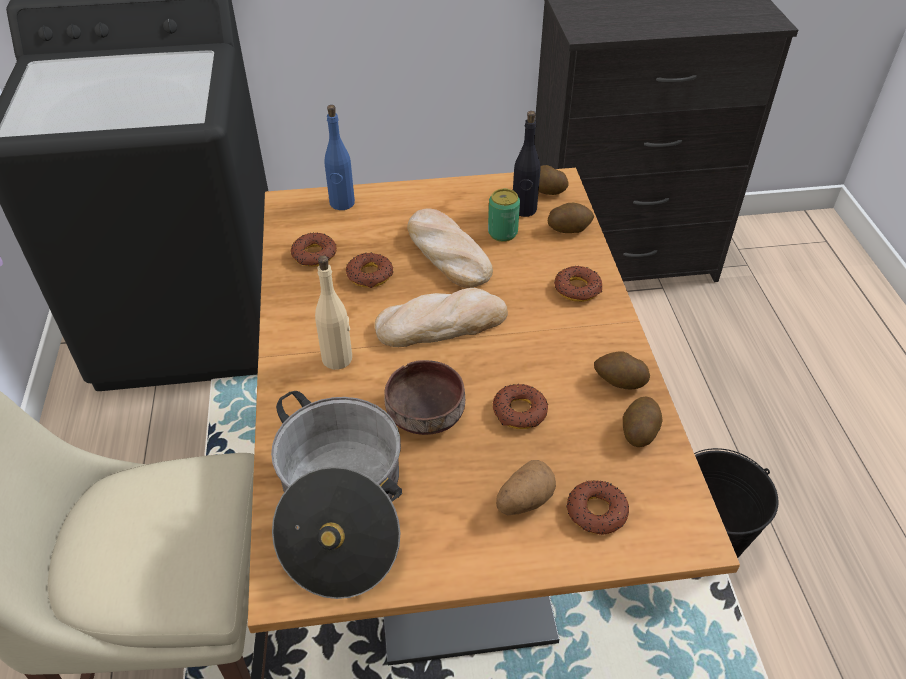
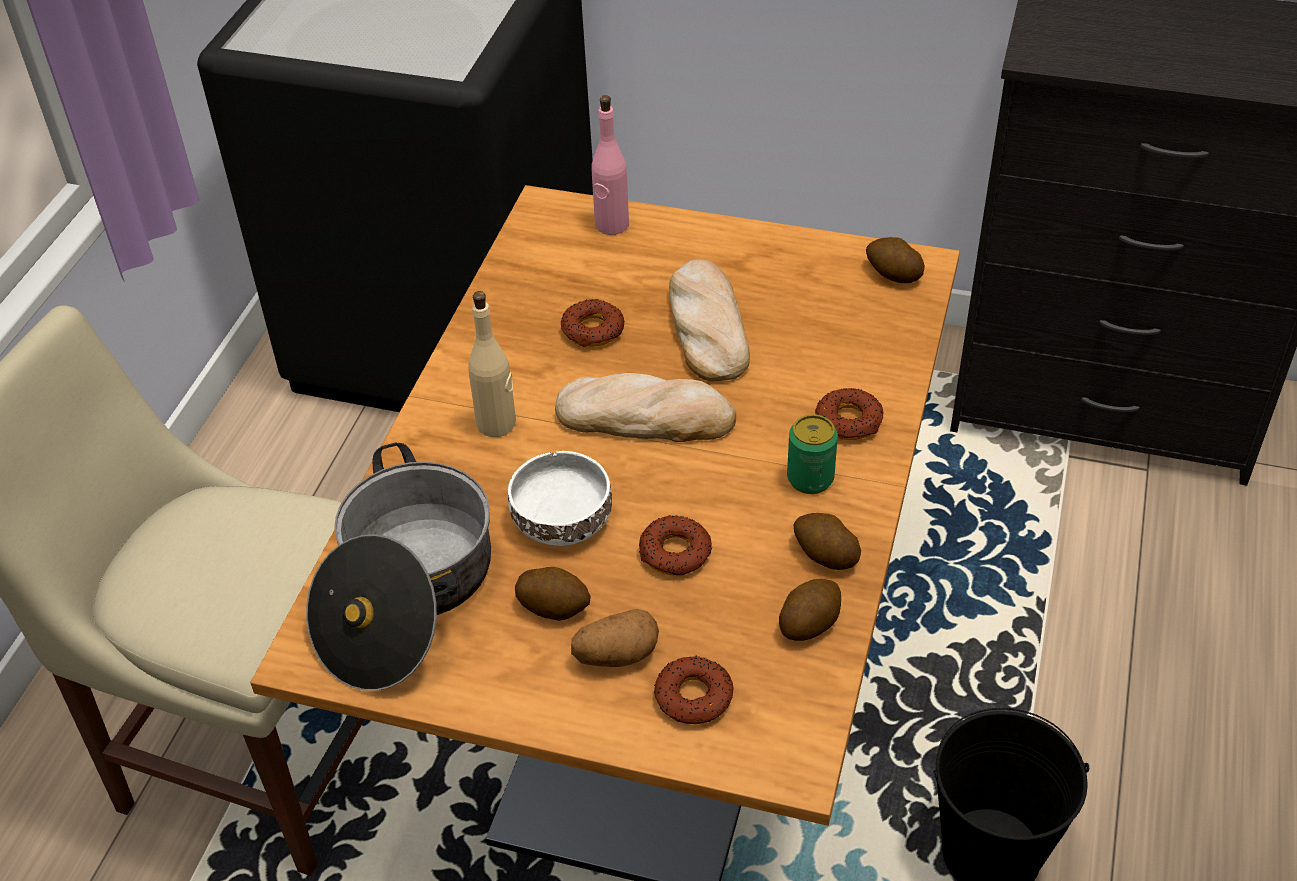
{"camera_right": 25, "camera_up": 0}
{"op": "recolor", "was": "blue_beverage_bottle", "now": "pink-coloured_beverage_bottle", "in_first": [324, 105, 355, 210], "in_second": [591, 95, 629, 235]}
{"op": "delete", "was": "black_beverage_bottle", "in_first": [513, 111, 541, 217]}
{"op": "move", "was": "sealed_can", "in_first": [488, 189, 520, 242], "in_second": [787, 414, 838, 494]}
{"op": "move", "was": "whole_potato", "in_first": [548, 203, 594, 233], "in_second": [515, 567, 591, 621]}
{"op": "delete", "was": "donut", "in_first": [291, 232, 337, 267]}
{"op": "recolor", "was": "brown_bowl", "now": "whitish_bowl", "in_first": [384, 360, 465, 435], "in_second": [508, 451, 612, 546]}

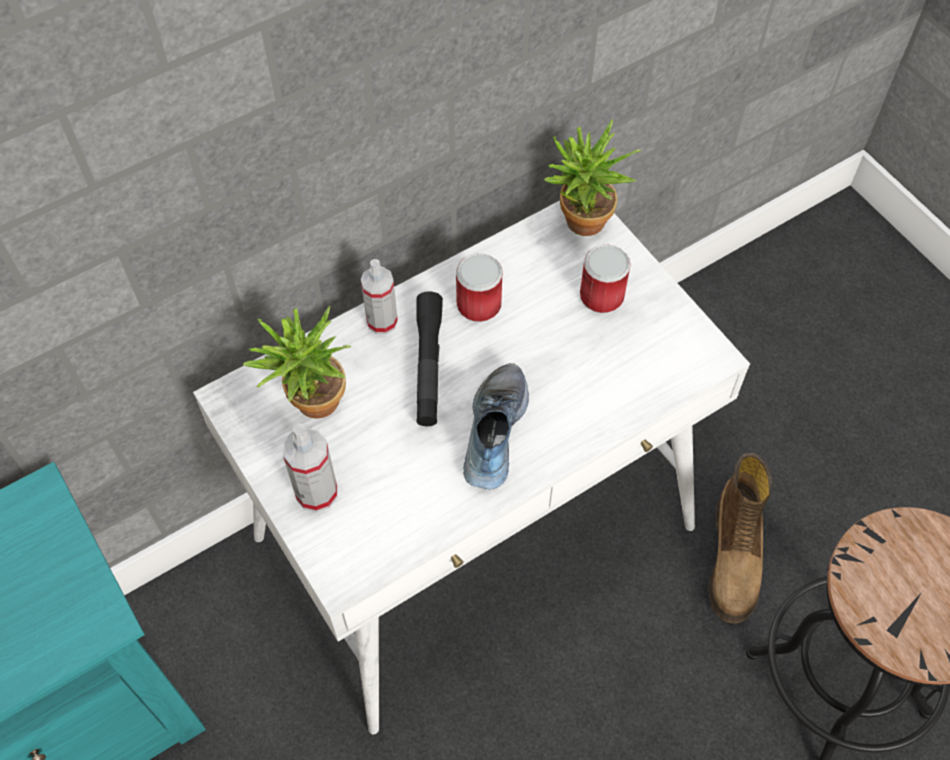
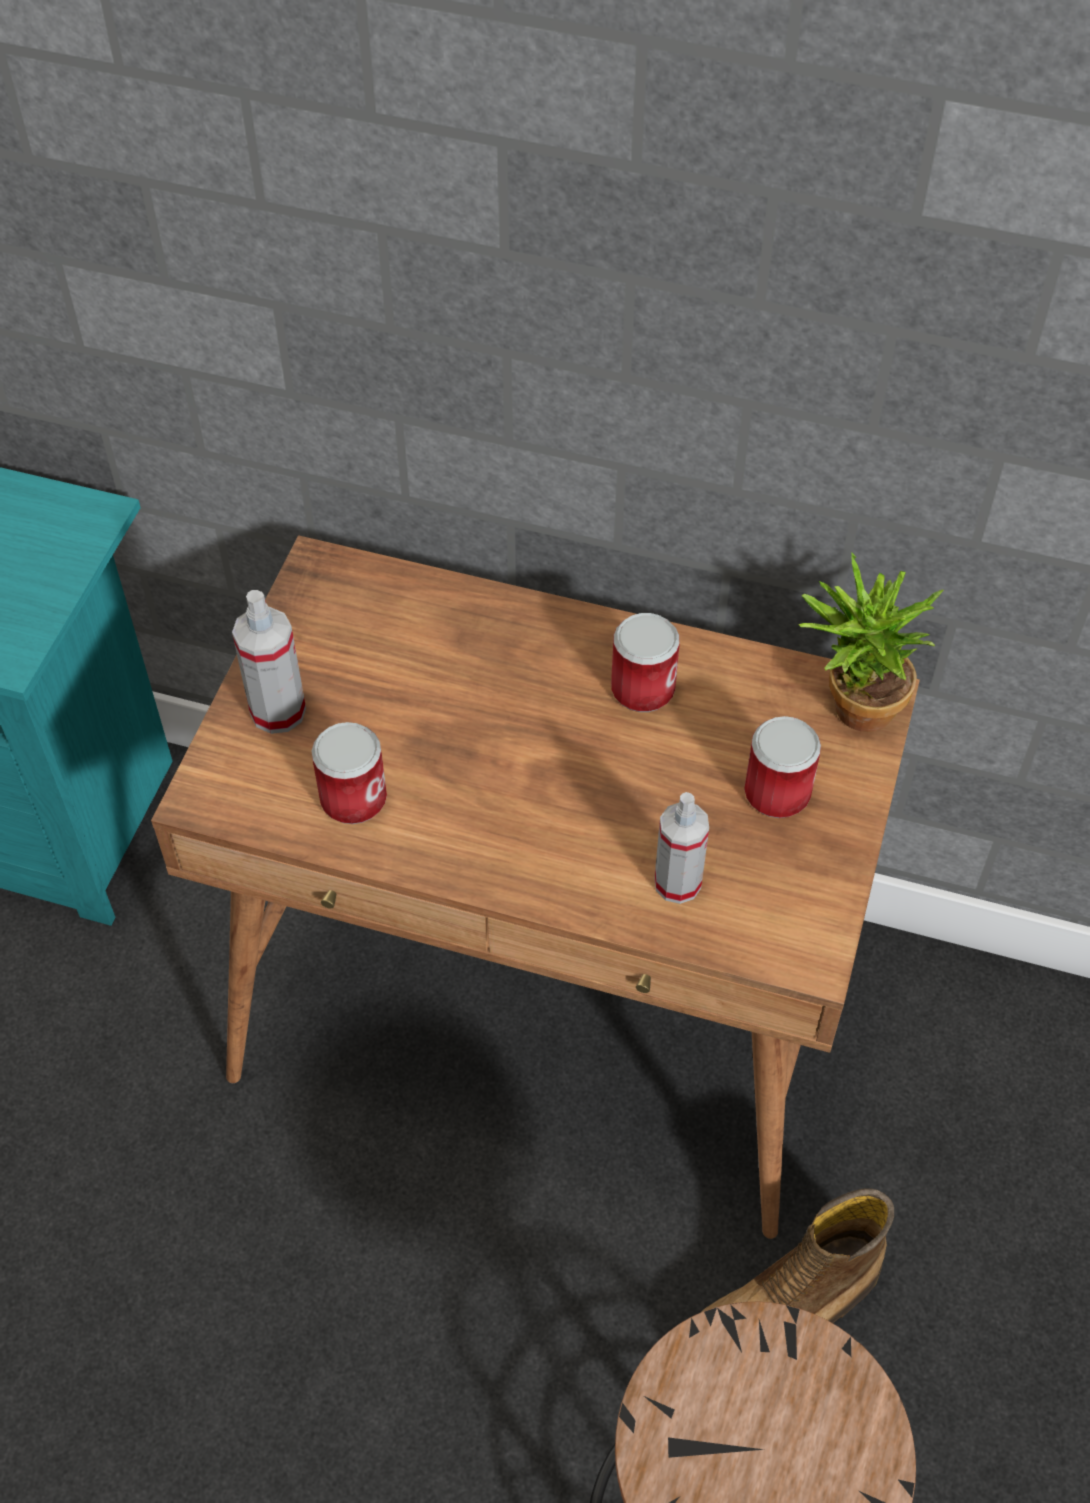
{"camera_right": 50, "camera_up": -5}
{"op": "recolor", "was": "whitish_desk_unit", "now": "brown_desk_unit", "in_first": [193, 201, 750, 734], "in_second": [151, 535, 920, 1239]}
{"op": "move", "was": "spray_bottle", "in_first": [361, 259, 398, 334], "in_second": [655, 792, 709, 904]}
{"op": "delete", "was": "black_flashlight", "in_first": [416, 291, 443, 426]}
{"op": "delete", "was": "houseplant", "in_first": [243, 306, 351, 418]}
{"op": "delete", "was": "item_of_footwear", "in_first": [463, 363, 529, 489]}
{"op": "insert", "now": "sealed_can", "in_second": [312, 722, 387, 824]}

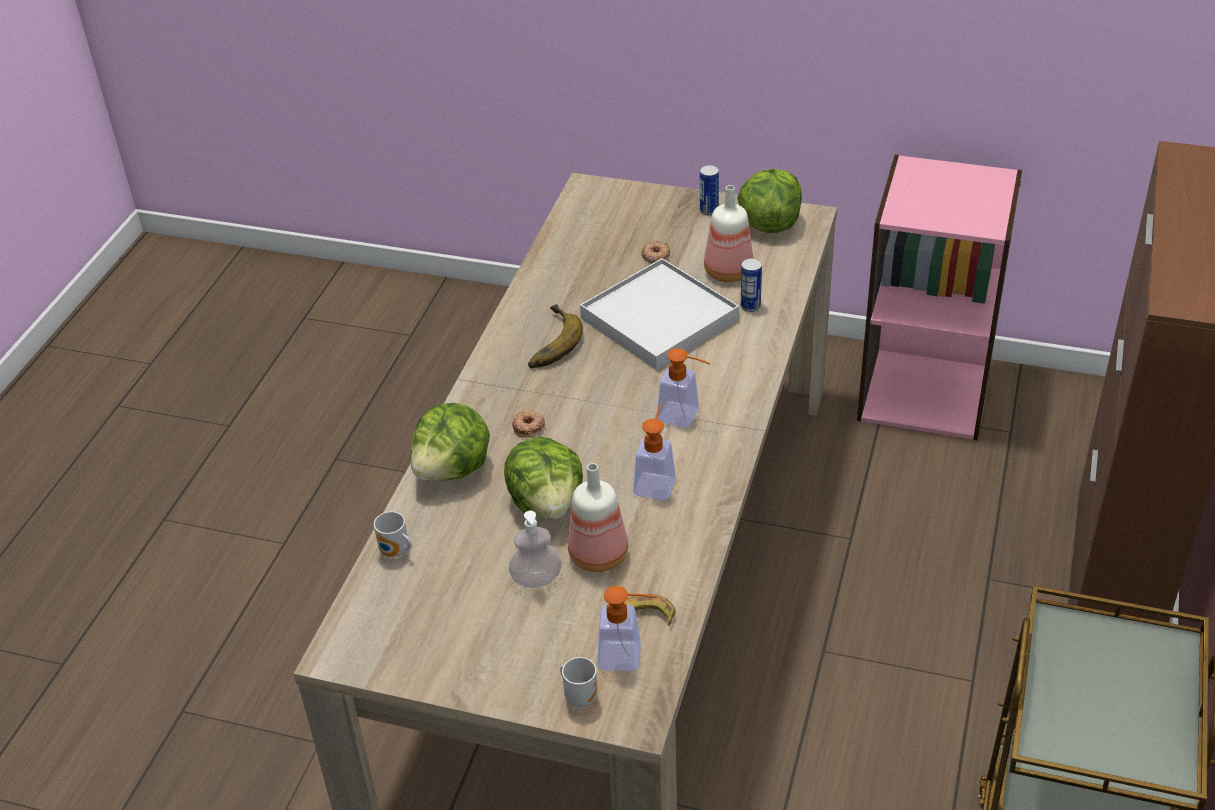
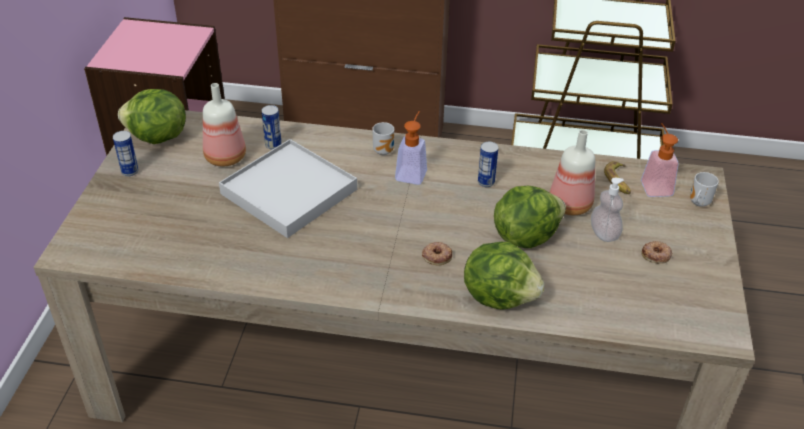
{"camera_right": -100, "camera_up": 0}
{"op": "move", "was": "donut", "in_first": [642, 241, 670, 263], "in_second": [641, 241, 672, 264]}
{"op": "delete", "was": "banana", "in_first": [528, 304, 583, 368]}
{"op": "replace", "was": "soap_dispenser", "now": "sealed_can", "in_first": [633, 403, 676, 500], "in_second": [478, 142, 499, 187]}
{"op": "move", "was": "coffee_mug", "in_first": [374, 511, 412, 557], "in_second": [372, 122, 394, 155]}

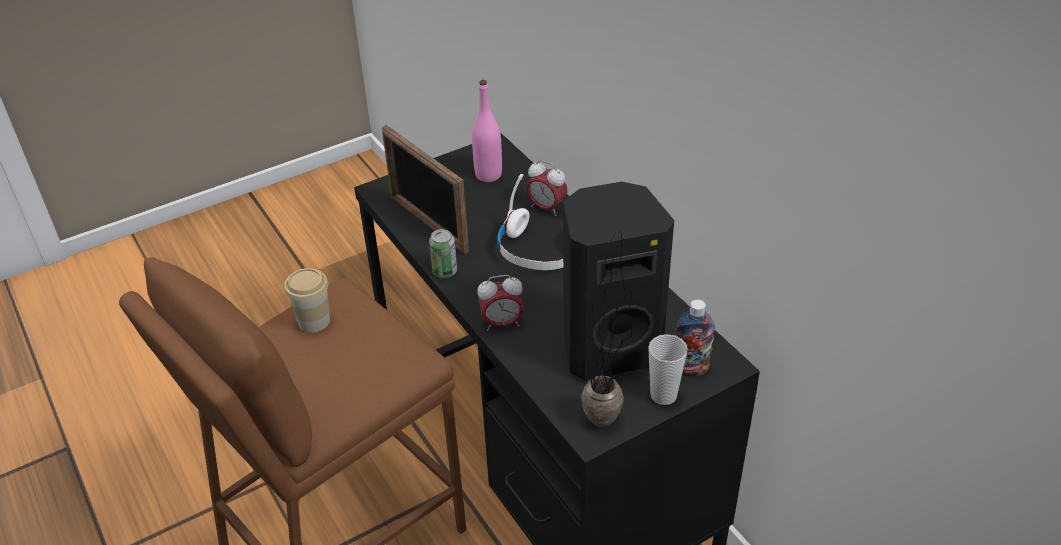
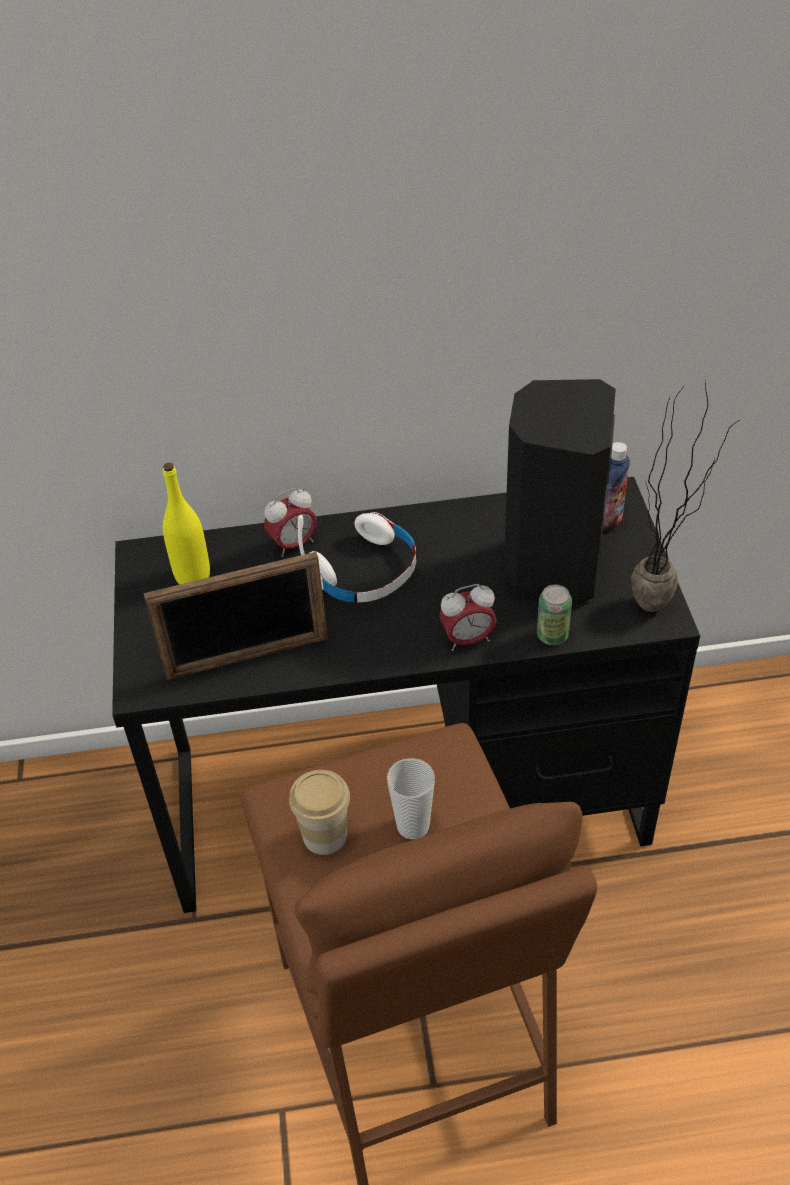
{"camera_right": -65, "camera_up": 5}
{"op": "recolor", "was": "pink-coloured_beverage_bottle", "now": "yellow-coloured_beverage_bottle", "in_first": [472, 80, 502, 182], "in_second": [163, 463, 210, 584]}
{"op": "move", "was": "sealed_can", "in_first": [429, 229, 457, 278], "in_second": [537, 585, 572, 645]}
{"op": "rotate", "was": "table_clock", "in_first": [477, 275, 524, 331], "in_second": [439, 584, 497, 651], "clockwise": 60}
{"op": "move", "was": "cup", "in_first": [648, 334, 688, 405], "in_second": [387, 758, 435, 840]}

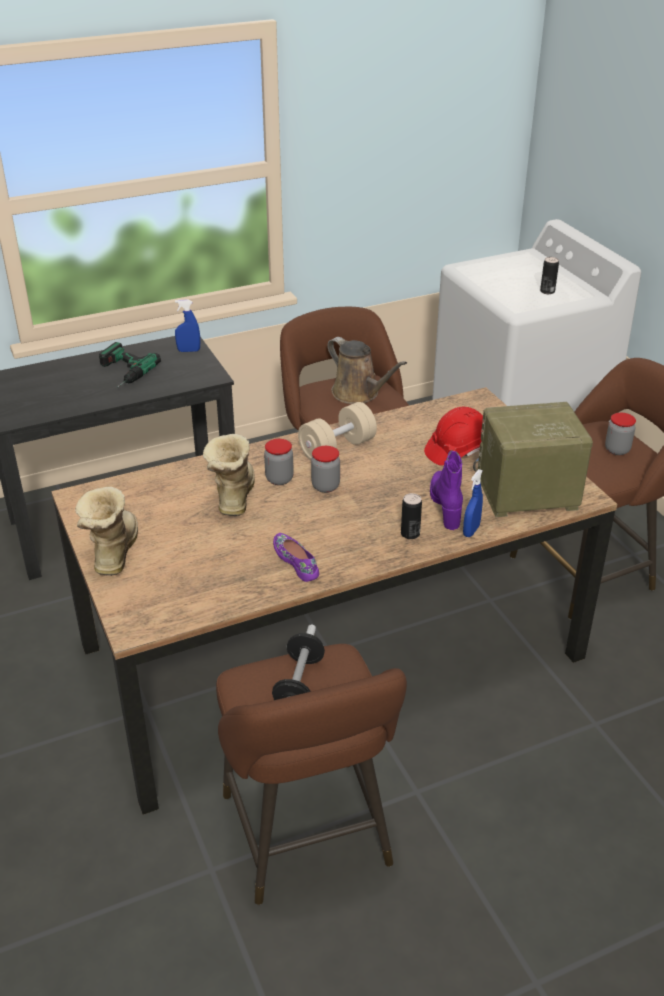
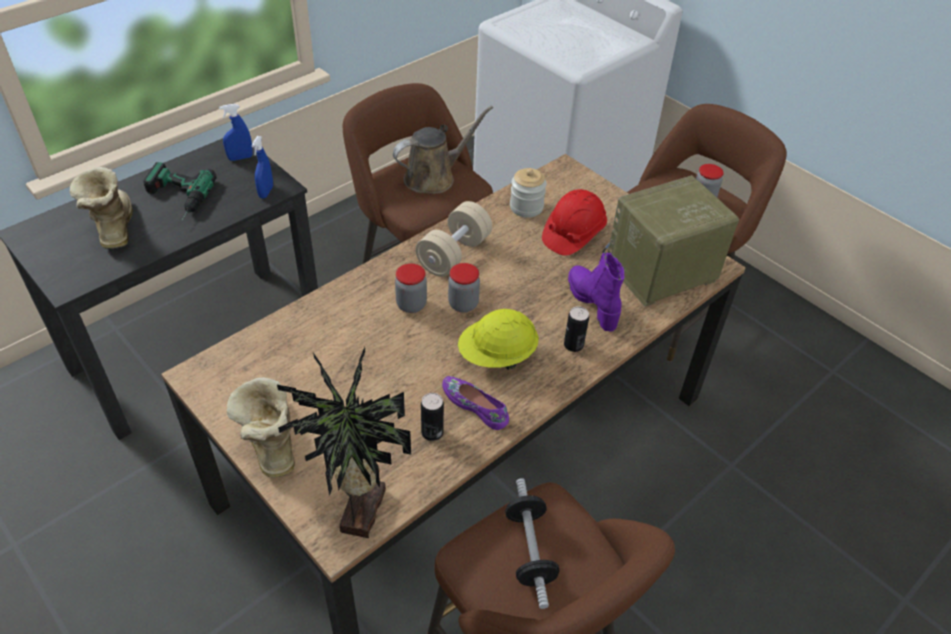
{"camera_right": -20, "camera_up": 10}
{"op": "move", "was": "sealed_can", "in_first": [540, 257, 559, 294], "in_second": [421, 393, 444, 441]}
{"op": "rotate", "was": "brown_sprinkling_can", "in_first": [327, 337, 407, 404], "in_second": [393, 106, 493, 194], "clockwise": -60}
{"op": "move", "was": "tall_boot", "in_first": [203, 434, 255, 516], "in_second": [70, 167, 133, 249]}
{"op": "move", "was": "blue_spray_bottle", "in_first": [463, 469, 483, 537], "in_second": [251, 136, 273, 198]}
{"op": "insert", "now": "jar", "in_second": [510, 168, 546, 218]}
{"op": "insert", "now": "yellow-coloured_hard_hat", "in_second": [458, 309, 539, 370]}
{"op": "insert", "now": "houseplant", "in_second": [277, 347, 411, 538]}

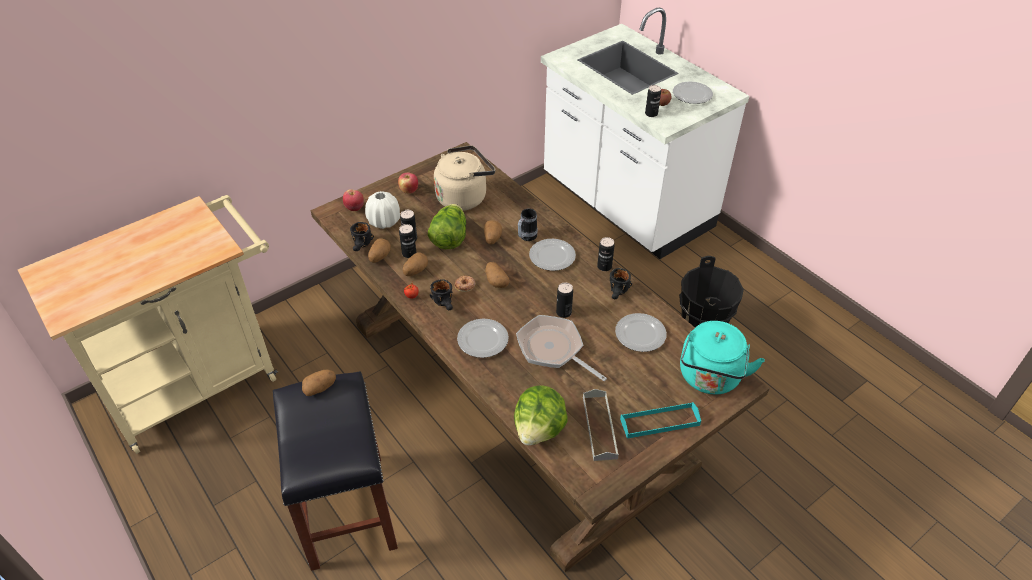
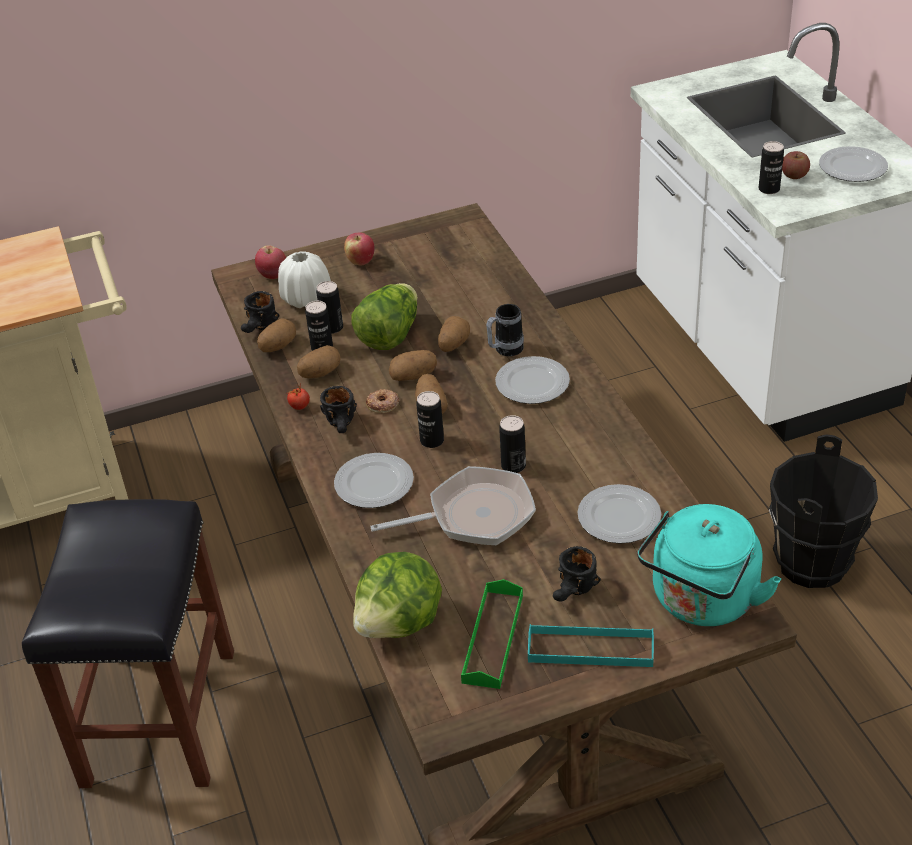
{"camera_right": 20, "camera_up": -5}
{"op": "delete", "was": "sand-coloured_kettle", "in_first": [434, 145, 495, 211]}
{"op": "move", "was": "sealed_can", "in_first": [597, 237, 615, 271], "in_second": [416, 391, 444, 448]}
{"op": "move", "was": "black_coffee_mug", "in_first": [610, 268, 632, 299], "in_second": [553, 546, 601, 601]}
{"op": "rotate", "was": "frying_pan", "in_first": [516, 315, 607, 381], "in_second": [370, 466, 536, 545], "clockwise": 105}
{"op": "move", "was": "whole_potato", "in_first": [302, 370, 336, 396], "in_second": [389, 350, 437, 381]}
{"op": "recolor", "was": "gray_tray", "now": "green_tray", "in_first": [583, 389, 619, 461], "in_second": [461, 579, 523, 689]}

